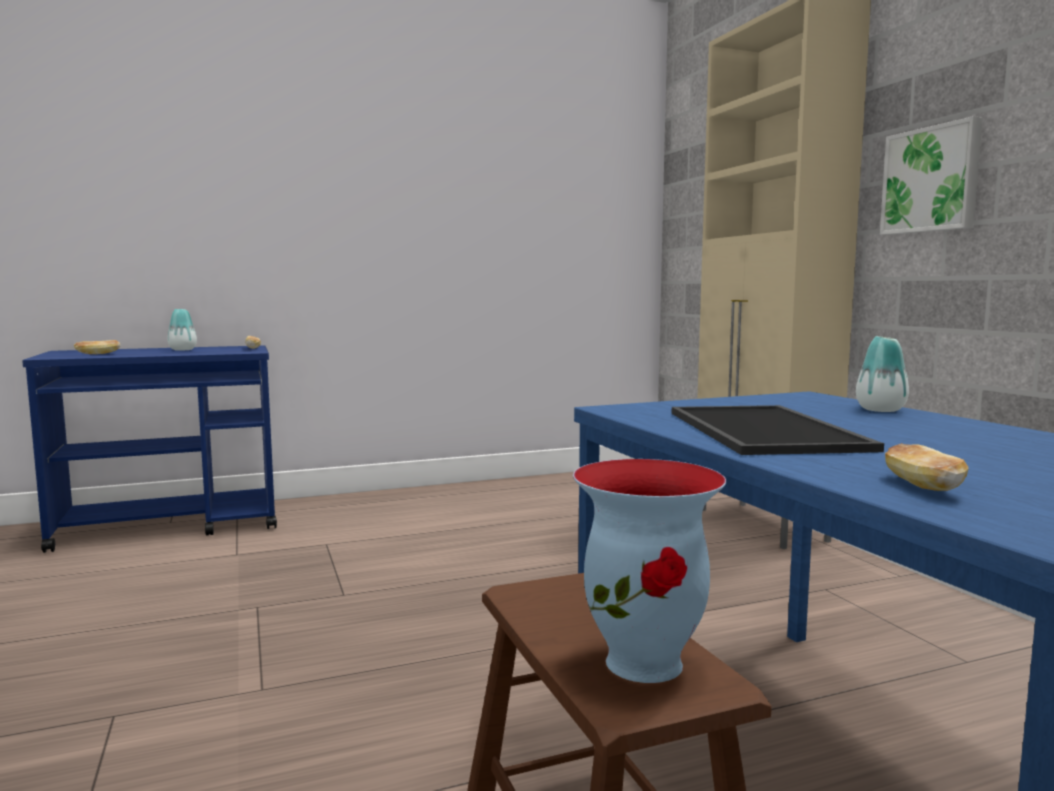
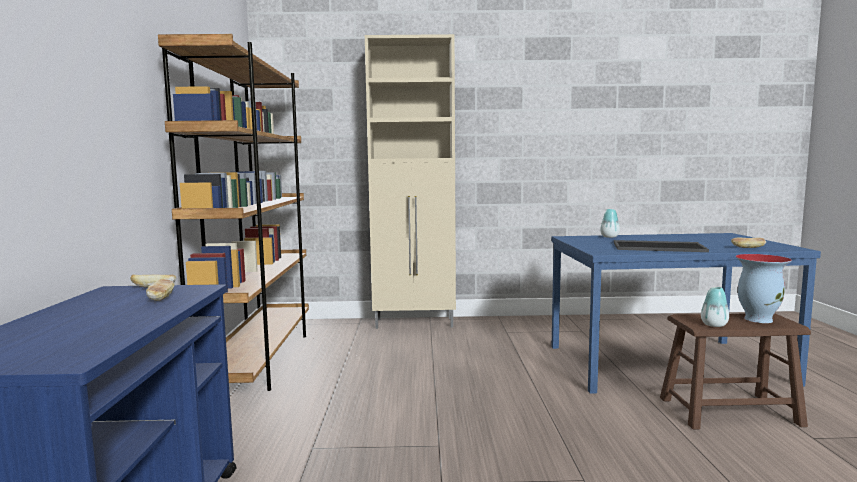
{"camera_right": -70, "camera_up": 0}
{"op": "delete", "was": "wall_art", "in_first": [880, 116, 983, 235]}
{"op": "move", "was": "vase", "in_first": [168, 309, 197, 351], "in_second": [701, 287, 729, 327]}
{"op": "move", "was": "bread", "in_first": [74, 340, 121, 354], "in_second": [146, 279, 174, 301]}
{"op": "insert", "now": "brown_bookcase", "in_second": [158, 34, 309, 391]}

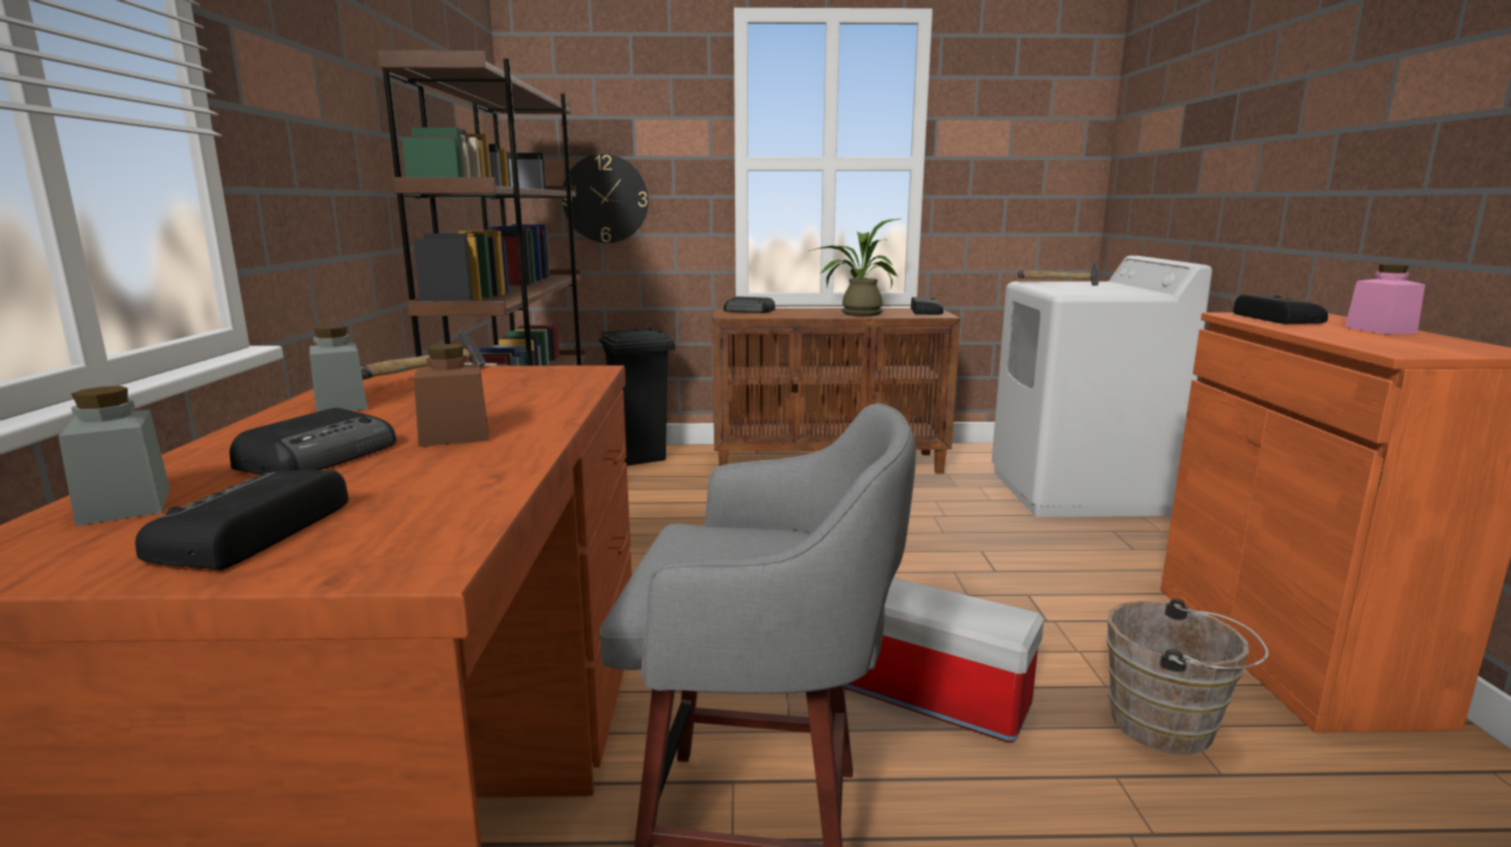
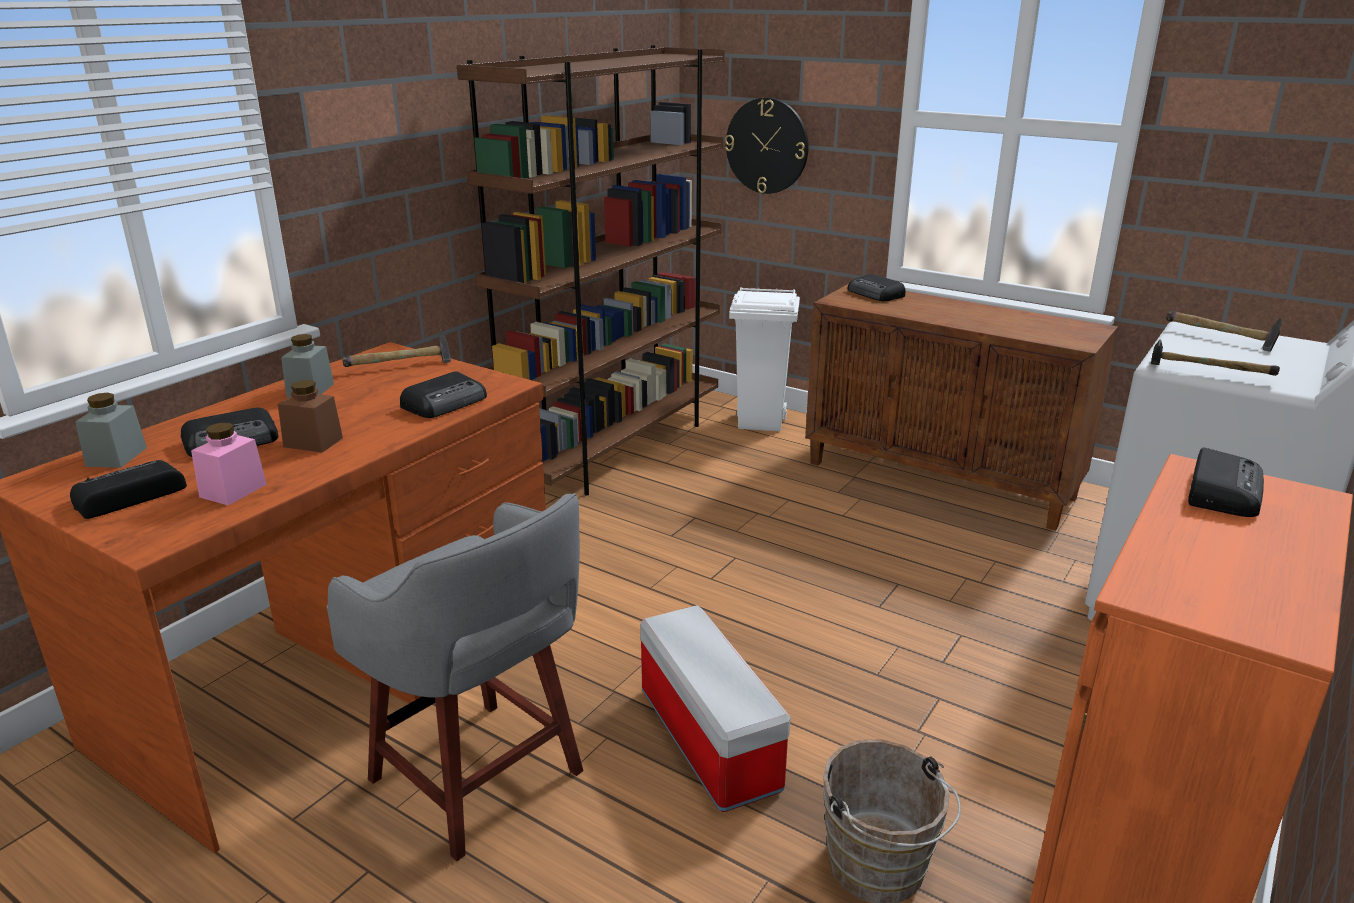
{"camera_right": 35, "camera_up": 10}
{"op": "delete", "was": "houseplant", "in_first": [809, 219, 900, 316]}
{"op": "move", "was": "pink-coloured_jar", "in_first": [1345, 264, 1425, 334], "in_second": [191, 423, 267, 505]}
{"op": "move", "was": "radio", "in_first": [911, 297, 943, 314], "in_second": [400, 371, 487, 418]}
{"op": "recolor", "was": "black_waste_bin", "now": "whitish_waste_bin", "in_first": [599, 327, 675, 466], "in_second": [729, 287, 800, 431]}
{"op": "insert", "now": "hammer", "in_second": [1151, 340, 1280, 376]}

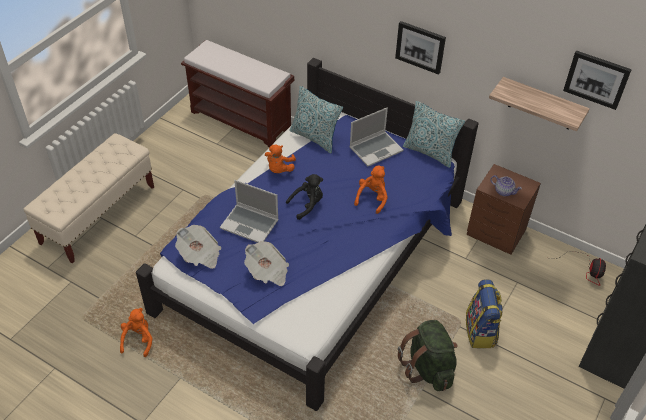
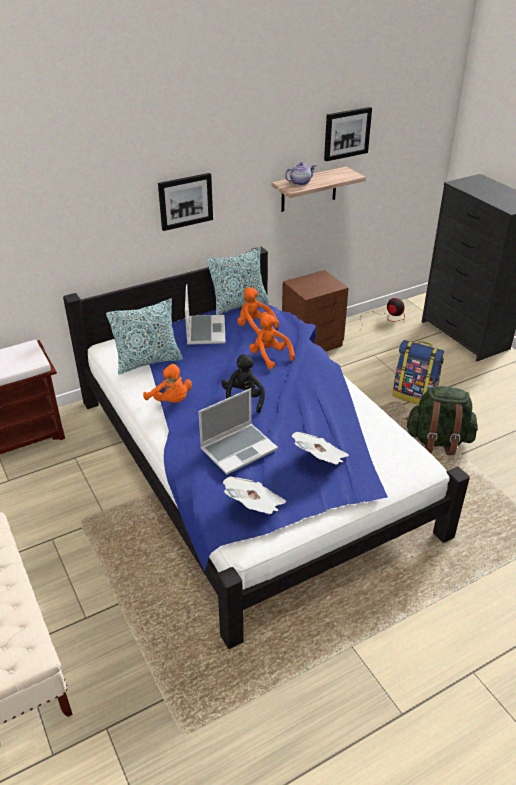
{"camera_right": -60, "camera_up": -10}
{"op": "move", "was": "tea_pot", "in_first": [490, 175, 522, 196], "in_second": [285, 162, 317, 186]}
{"op": "move", "was": "orange-coloured_soft_toy", "in_first": [120, 308, 152, 357], "in_second": [237, 287, 279, 335]}

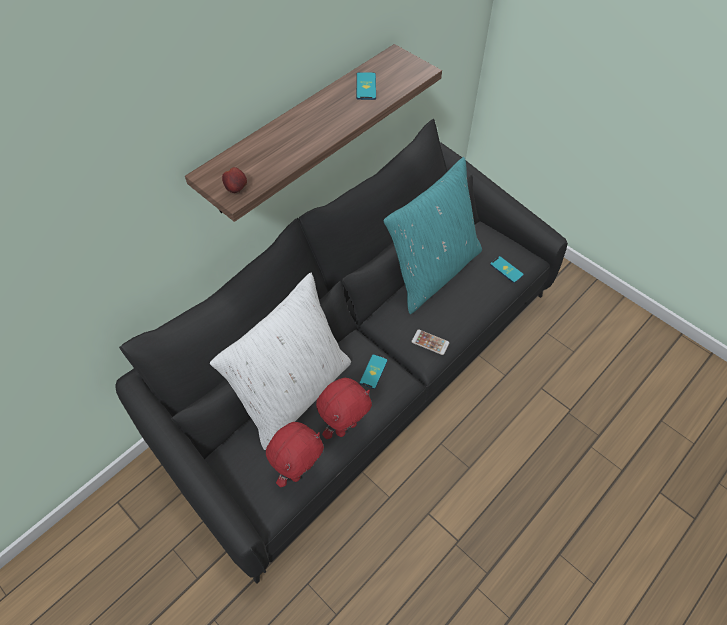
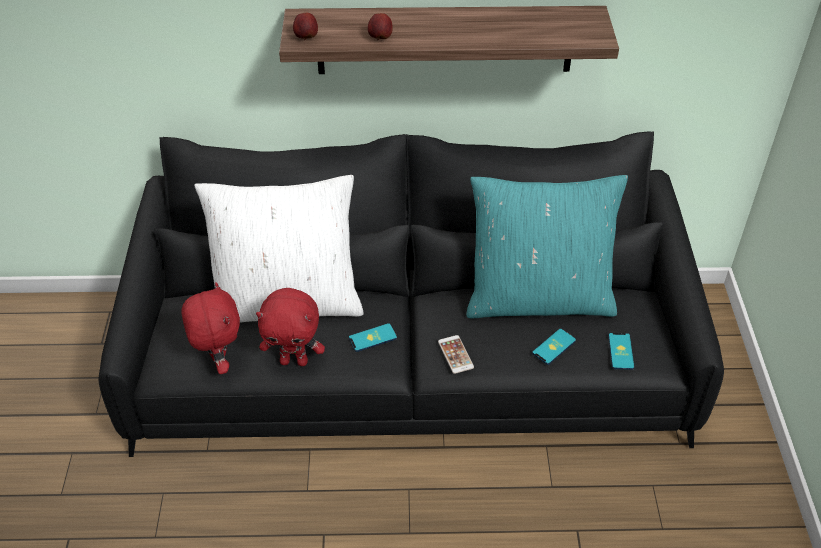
{"camera_right": 45, "camera_up": -10}
{"op": "move", "was": "phone", "in_first": [356, 72, 376, 100], "in_second": [532, 328, 576, 365]}
{"op": "rotate", "was": "reddish_soft_toy", "in_first": [266, 422, 324, 487], "in_second": [181, 282, 240, 374], "clockwise": -105}
{"op": "insert", "now": "apple", "in_second": [368, 13, 393, 40]}

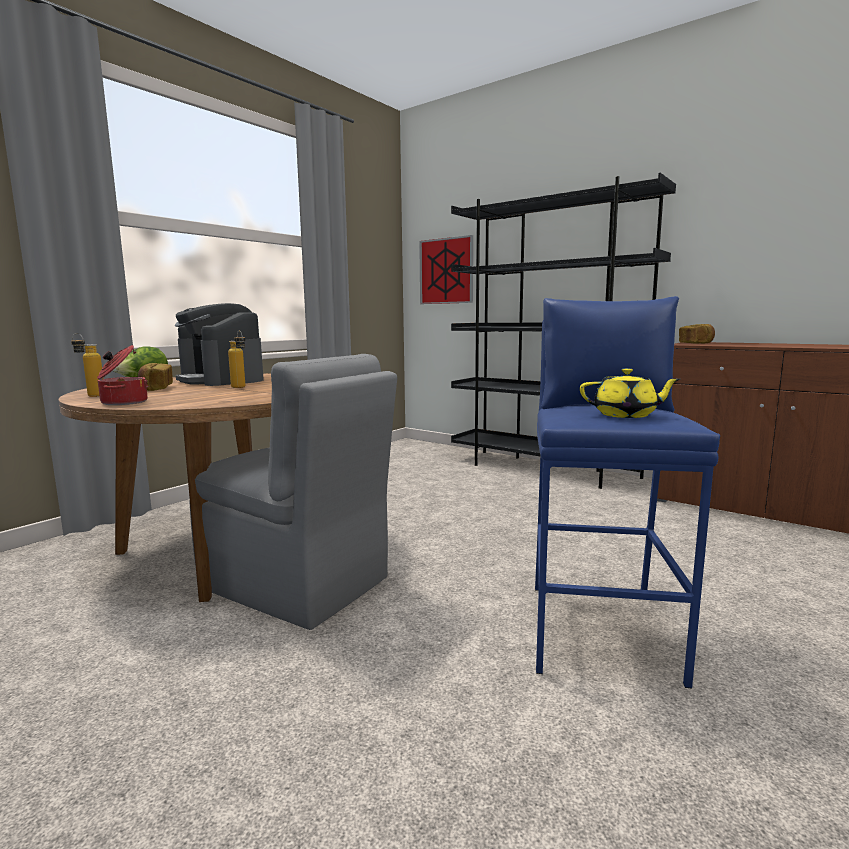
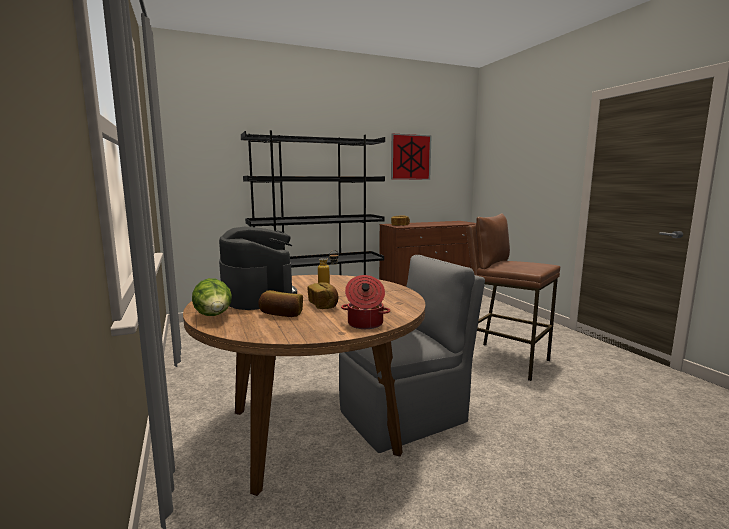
{"camera_right": -60, "camera_up": 0}
{"op": "move", "was": "wall_art", "in_first": [419, 235, 473, 304], "in_second": [391, 134, 432, 180]}
{"op": "recolor", "was": "blue_stool", "now": "brown_stool", "in_first": [535, 296, 720, 689], "in_second": [466, 213, 560, 381]}
{"op": "rotate", "was": "coffee_machine", "in_first": [175, 303, 264, 386], "in_second": [219, 227, 297, 310], "clockwise": -105}
{"op": "delete", "was": "beverage_bottle", "in_first": [71, 333, 102, 397]}
{"op": "delete", "was": "yellow-coloured_tea_pot", "in_first": [580, 368, 680, 418]}
{"op": "insert", "now": "bread", "in_second": [307, 282, 338, 309]}

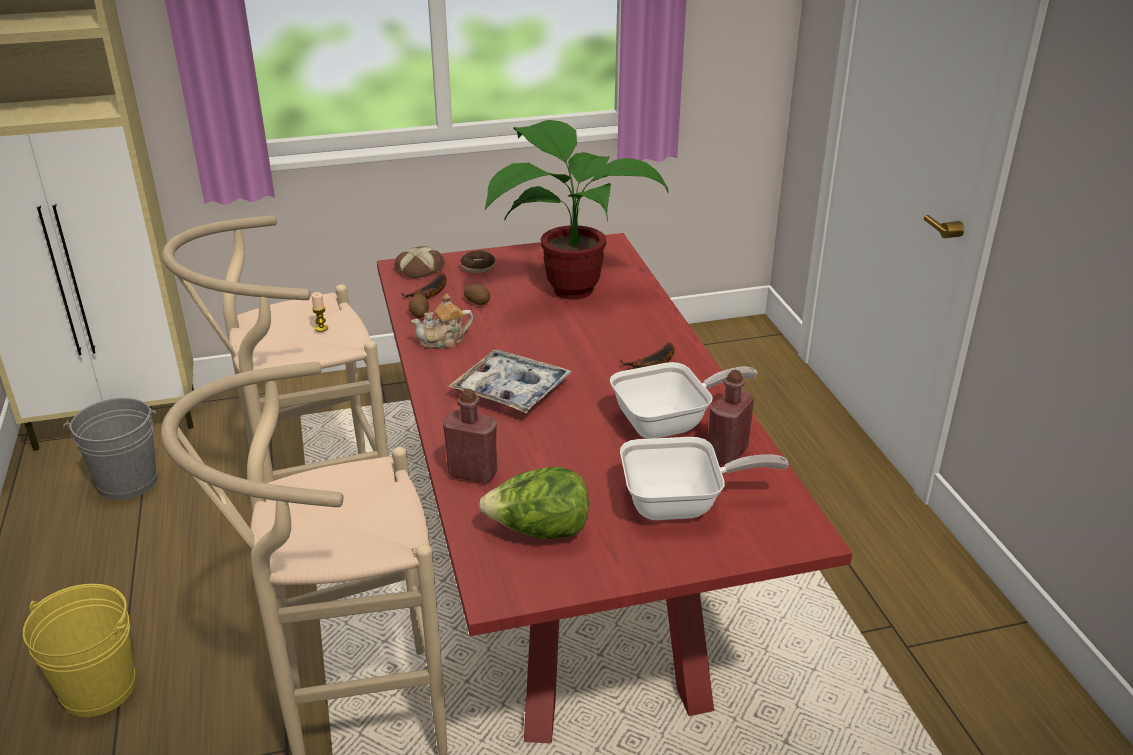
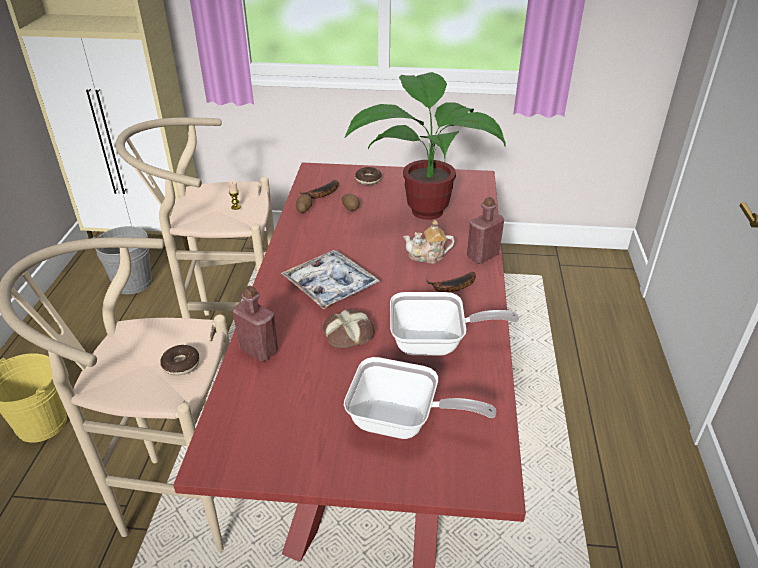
{"camera_right": 20, "camera_up": 5}
{"op": "move", "was": "bread", "in_first": [394, 246, 445, 278], "in_second": [323, 309, 375, 348]}
{"op": "move", "was": "tea_pot", "in_first": [411, 294, 473, 349], "in_second": [403, 220, 454, 264]}
{"op": "move", "was": "reddish_beverage_bottle", "in_first": [708, 370, 754, 465], "in_second": [467, 197, 504, 264]}
{"op": "delete", "was": "lettuce", "in_first": [479, 467, 589, 539]}
{"op": "insert", "now": "donut", "in_second": [160, 345, 200, 376]}

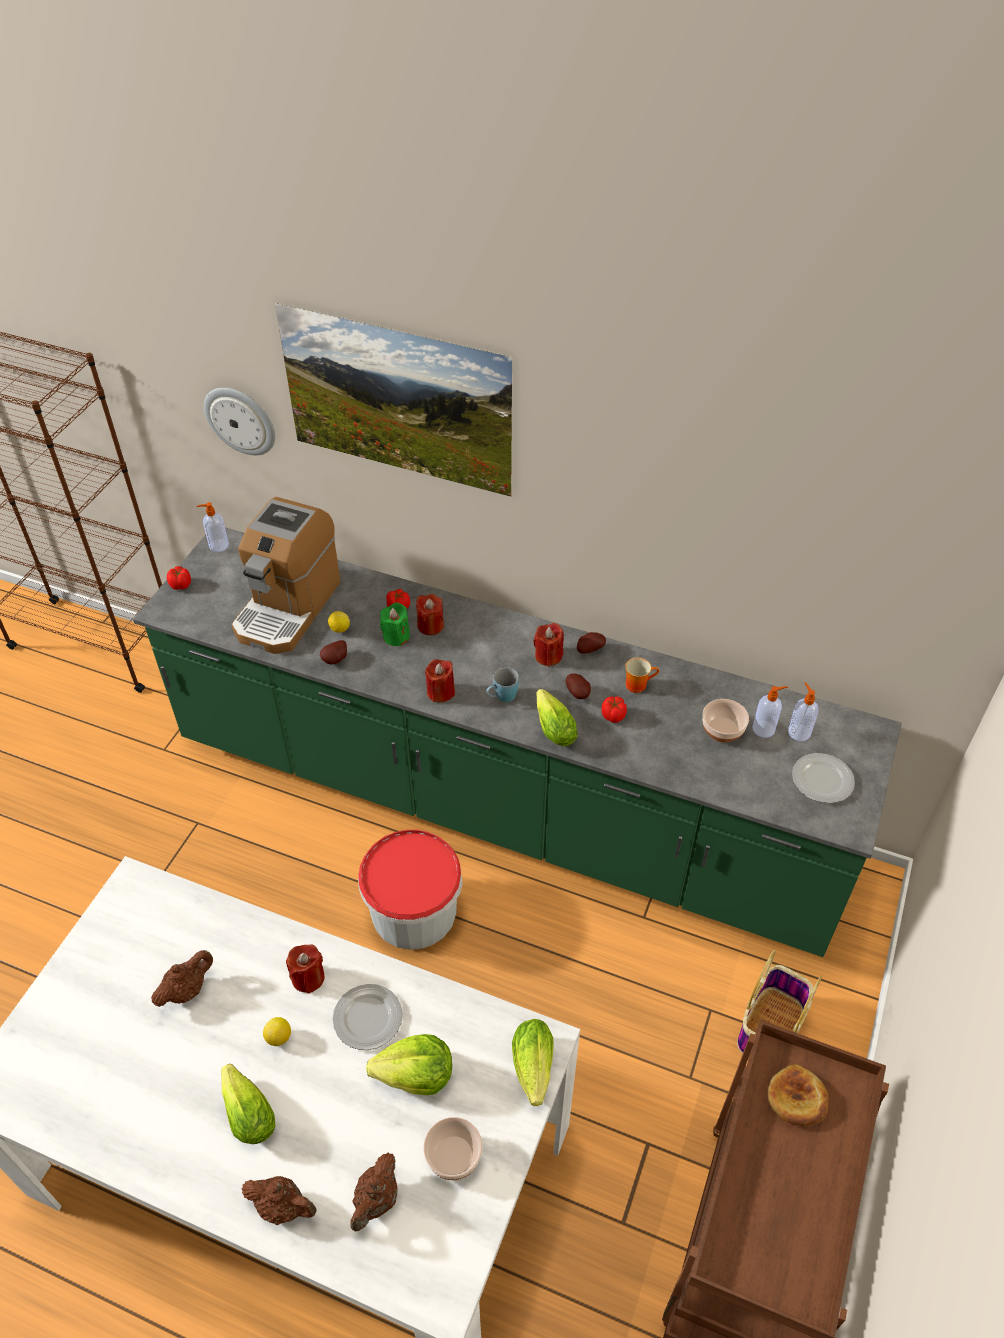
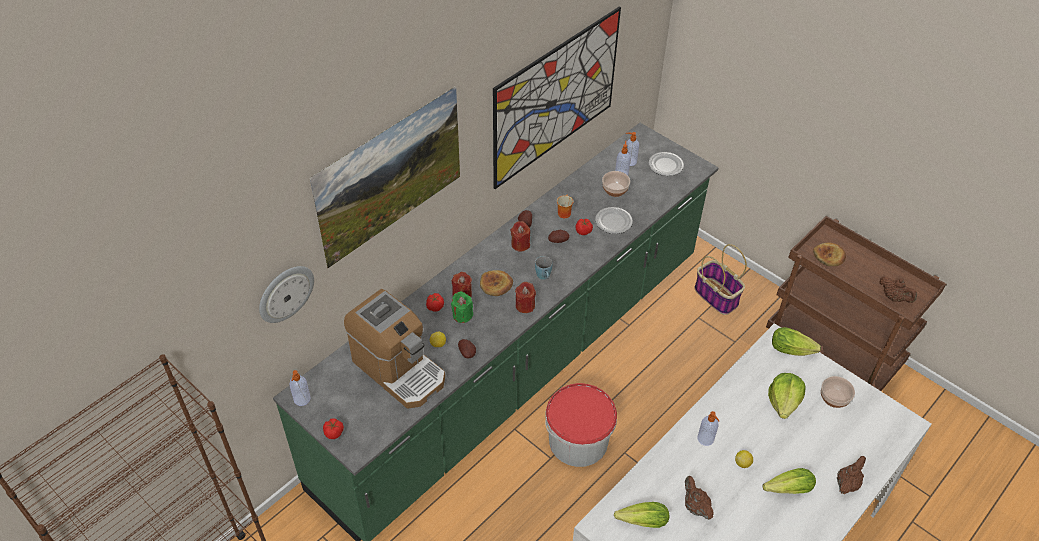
{"camera_right": -70, "camera_up": 0}
{"op": "move", "was": "lettuce", "in_first": [537, 689, 578, 746], "in_second": [614, 502, 669, 528]}
{"op": "replace", "was": "reddish_candle", "now": "soap_dispenser", "in_first": [286, 945, 325, 994], "in_second": [697, 411, 719, 446]}
{"op": "move", "was": "plate", "in_first": [332, 984, 403, 1050], "in_second": [595, 207, 633, 234]}
{"op": "move", "was": "brown_tea_pot", "in_first": [350, 1153, 398, 1231], "in_second": [879, 277, 917, 303]}
{"op": "insert", "now": "wall_art", "in_second": [493, 7, 621, 189]}
{"op": "insert", "now": "bread", "in_second": [480, 270, 513, 296]}

